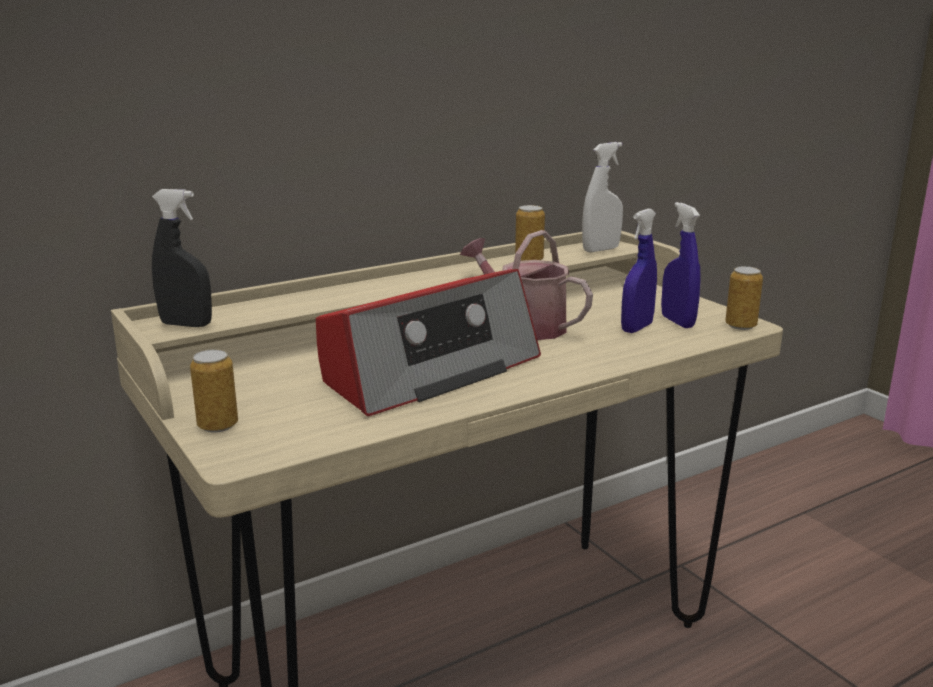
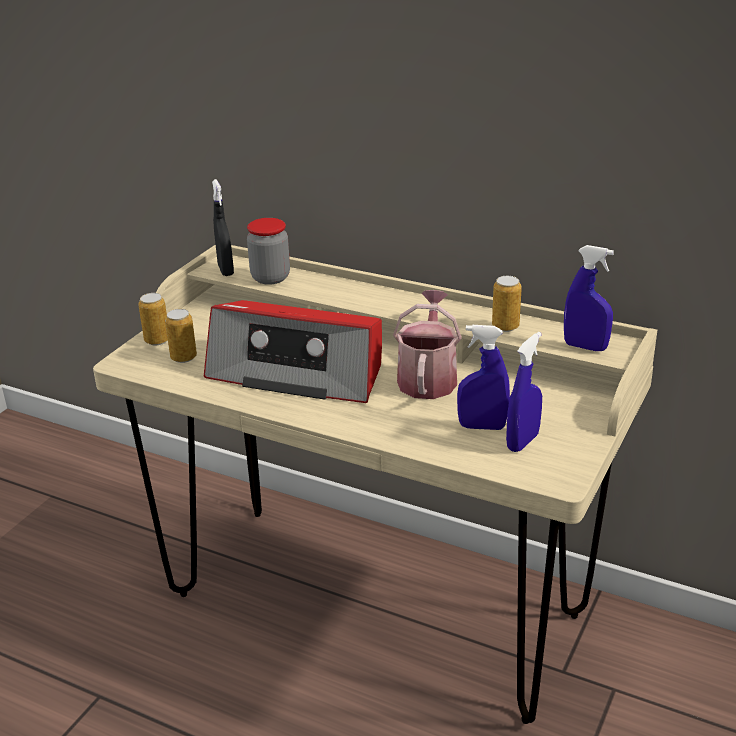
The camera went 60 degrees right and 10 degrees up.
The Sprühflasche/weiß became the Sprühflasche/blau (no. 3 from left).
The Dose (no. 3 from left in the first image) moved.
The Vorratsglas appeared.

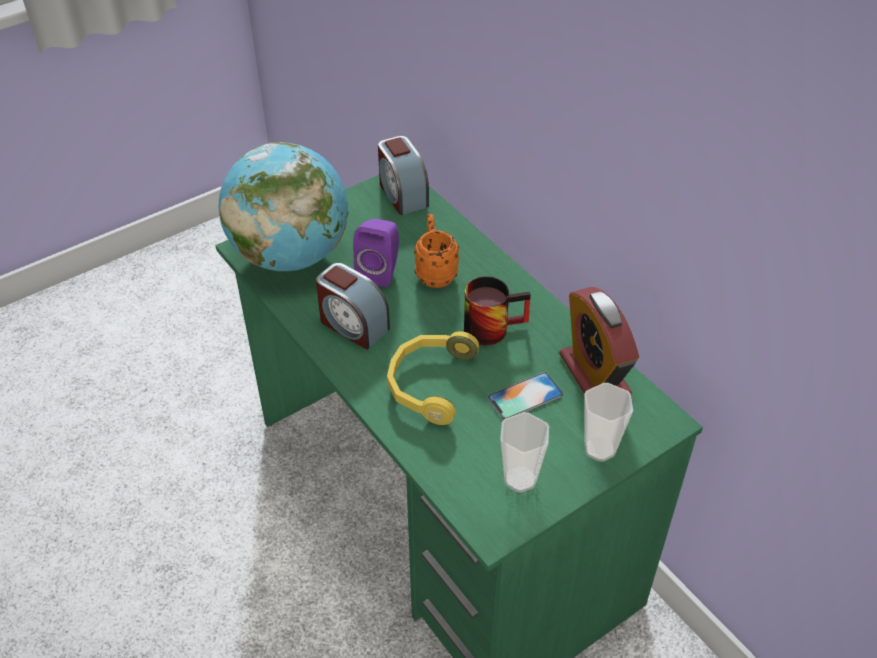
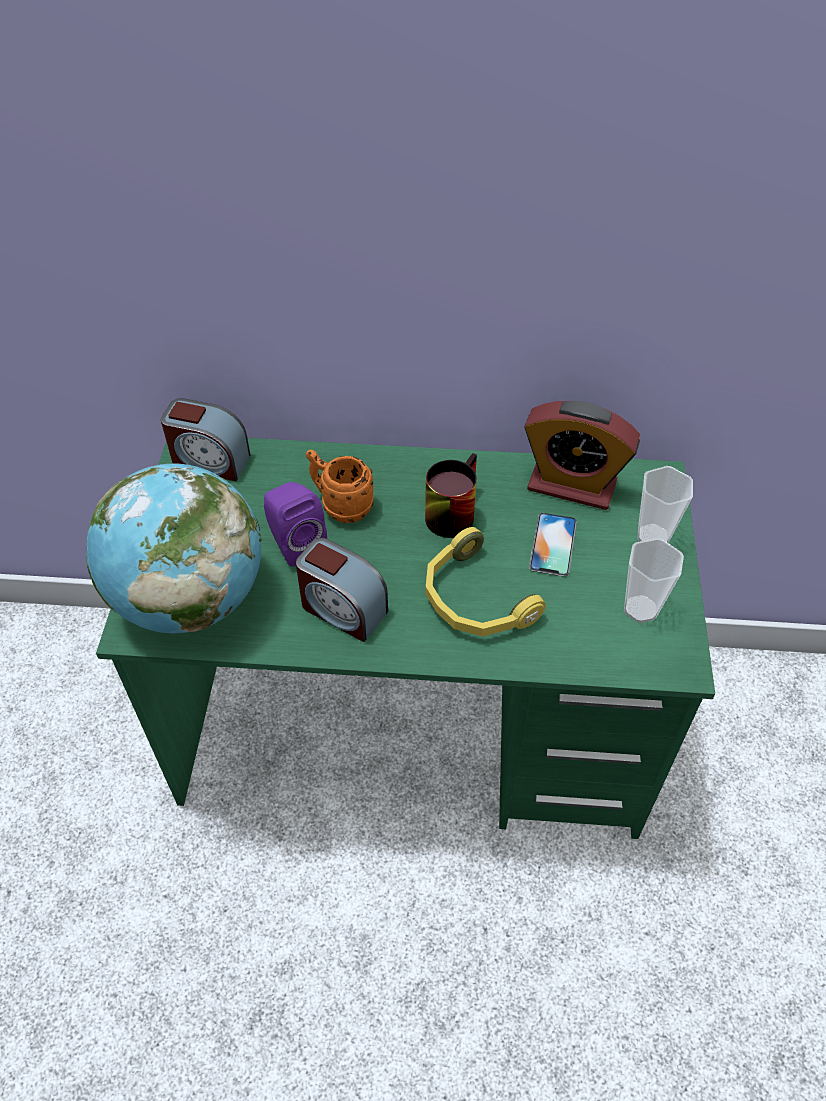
The camera went 50 degrees left and 5 degrees up.
The Wecker (no. 1 from left in the first image) turned 45 degrees clockwise.

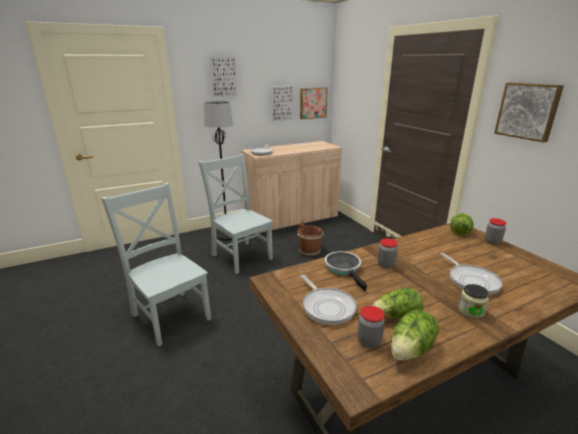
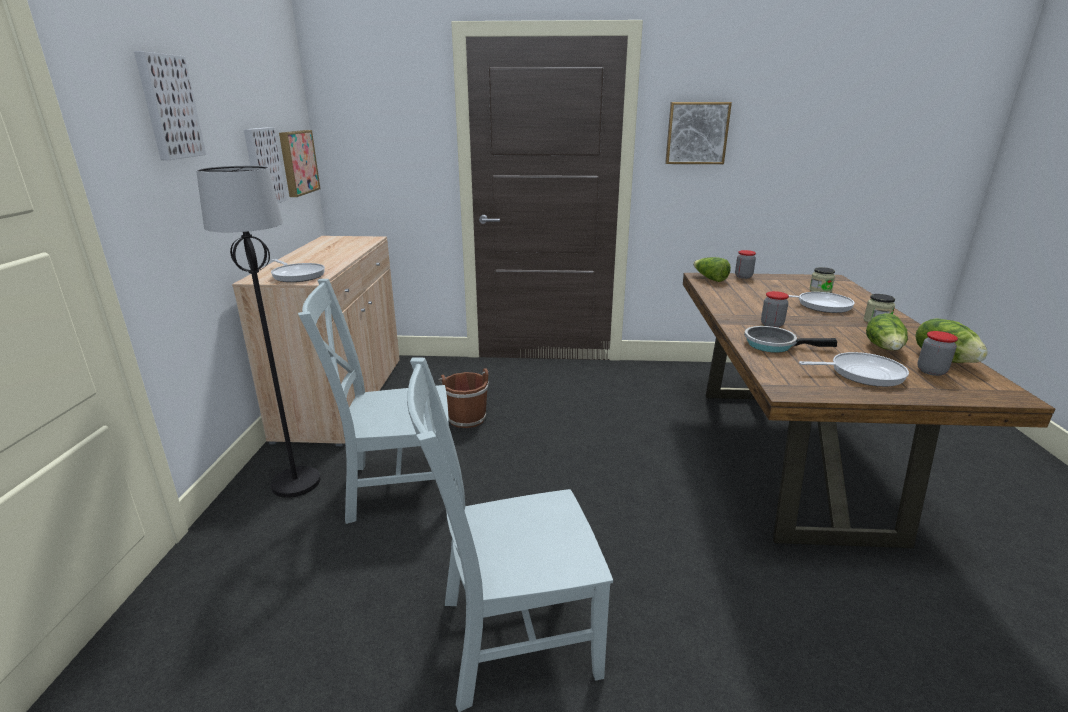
The camera went 60 degrees left and 0 degrees up.
The Vorratsglas (no. 3 from left) appeared.

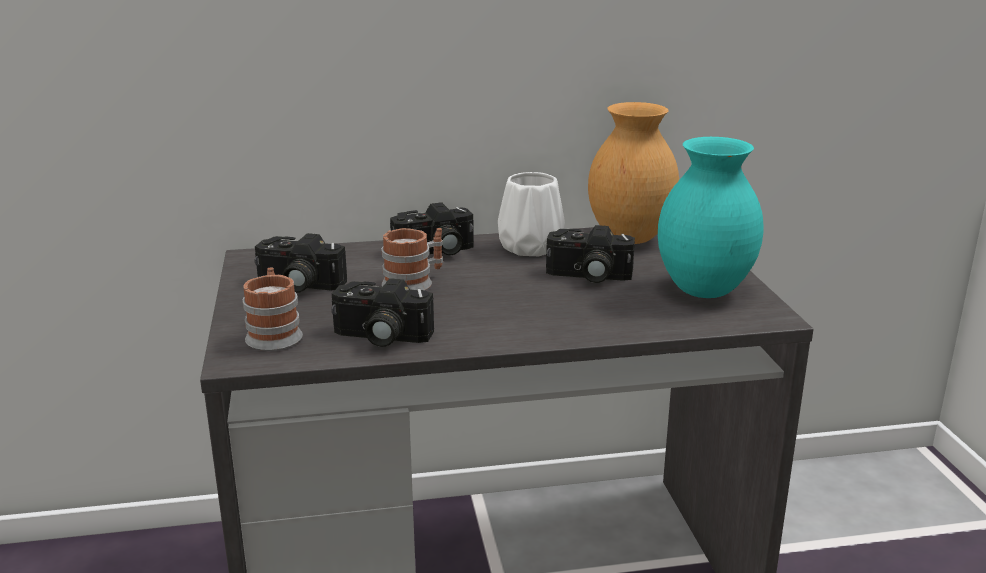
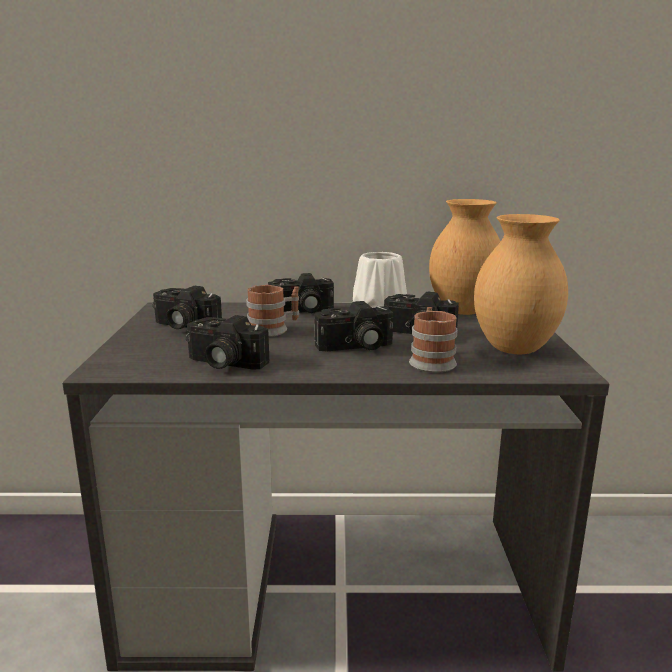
The camera went 10 degrees right and 5 degrees down.
The Henkelbecher (no. 1 from left in the first image) moved.
The Vase/türkis became the Vase/braun (no. 2 from left).
The Kamera (no. 4 from left) appeared.

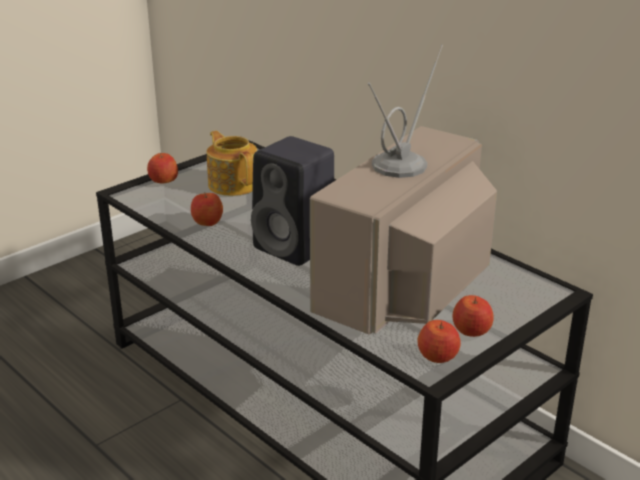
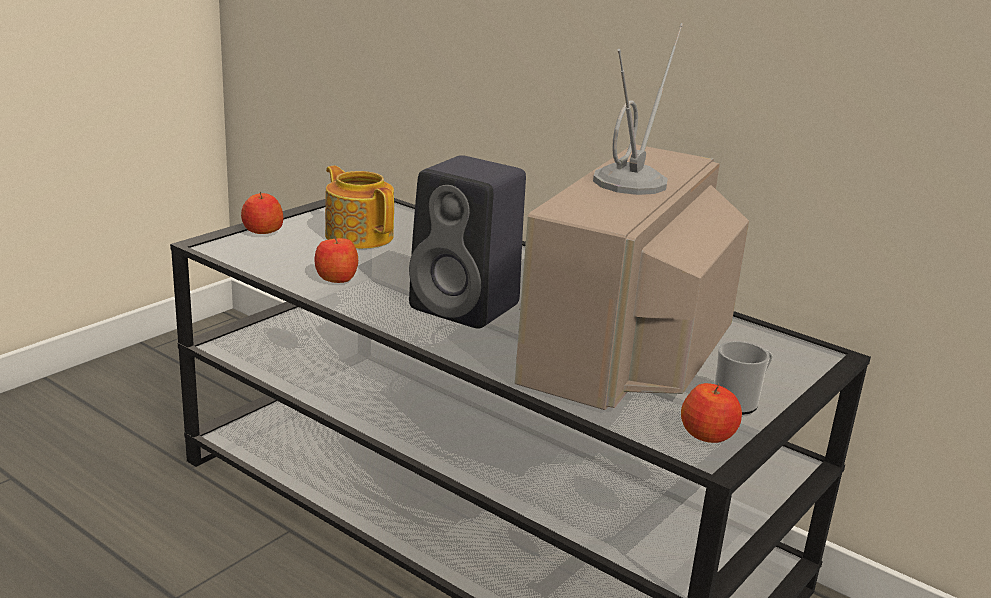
The camera went 10 degrees left and 5 degrees down.
The Apfel (no. 4 from left) was replaced by the Henkelbecher.

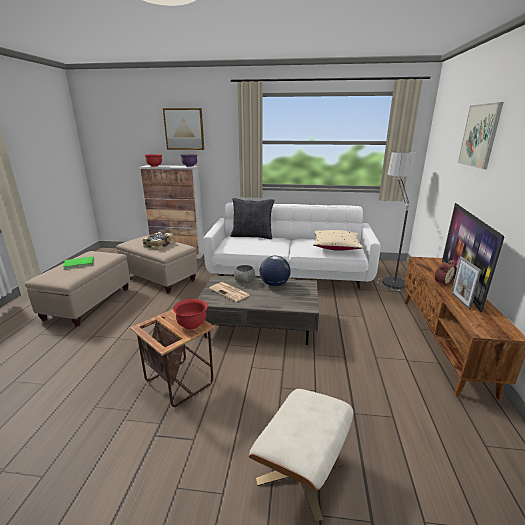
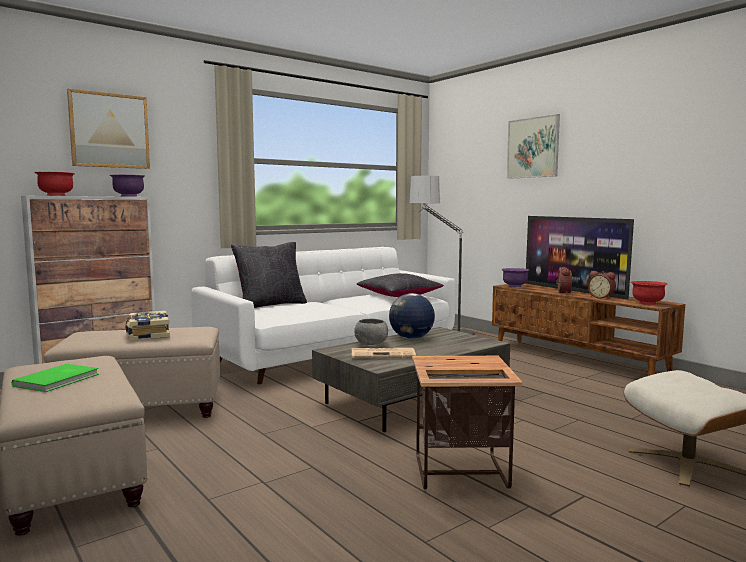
The camera went 45 degrees left and 15 degrees down.
The Schüssel/rot (no. 2 from left) moved.
The Kissen/beige became the Kissen/schwarz (no. 2 from left).
The Bilderrahmen was replaced by the Wecker (no. 2 from left).
The Schüssel/lila (no. 2 from left) appeared.

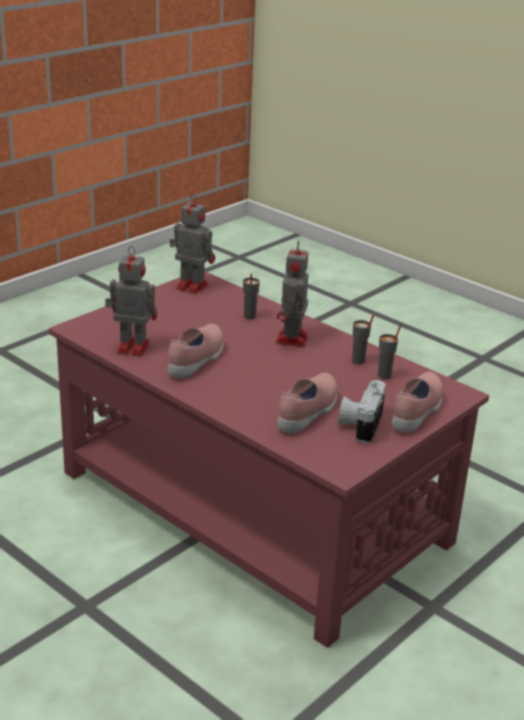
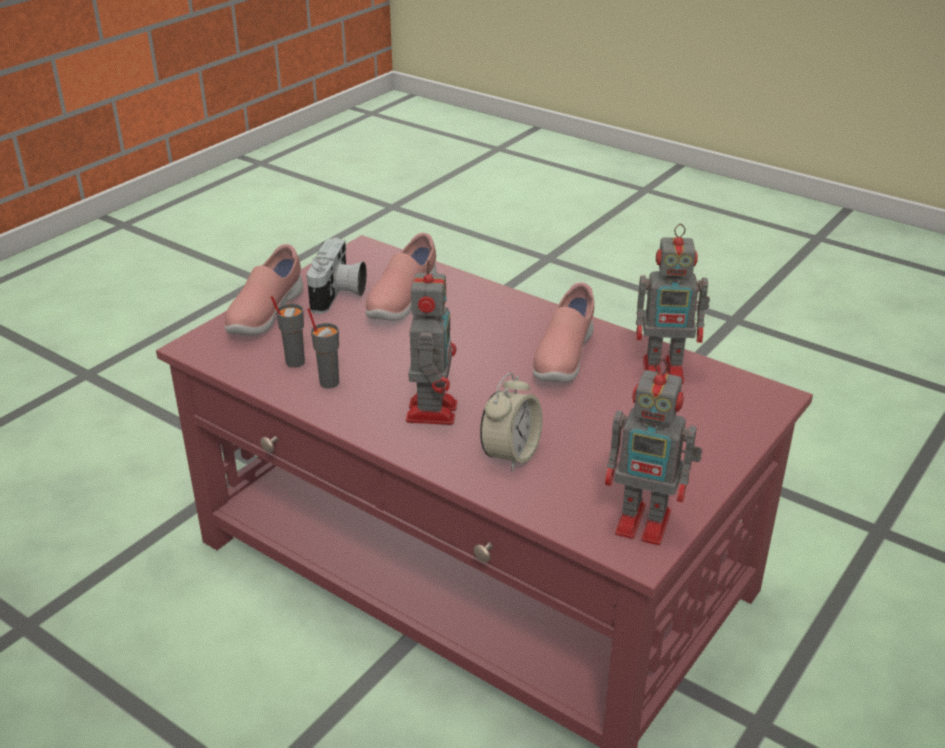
The camera went 175 degrees right and 5 degrees up.
The Tasse/grau (no. 1 from left) was replaced by the Wecker.

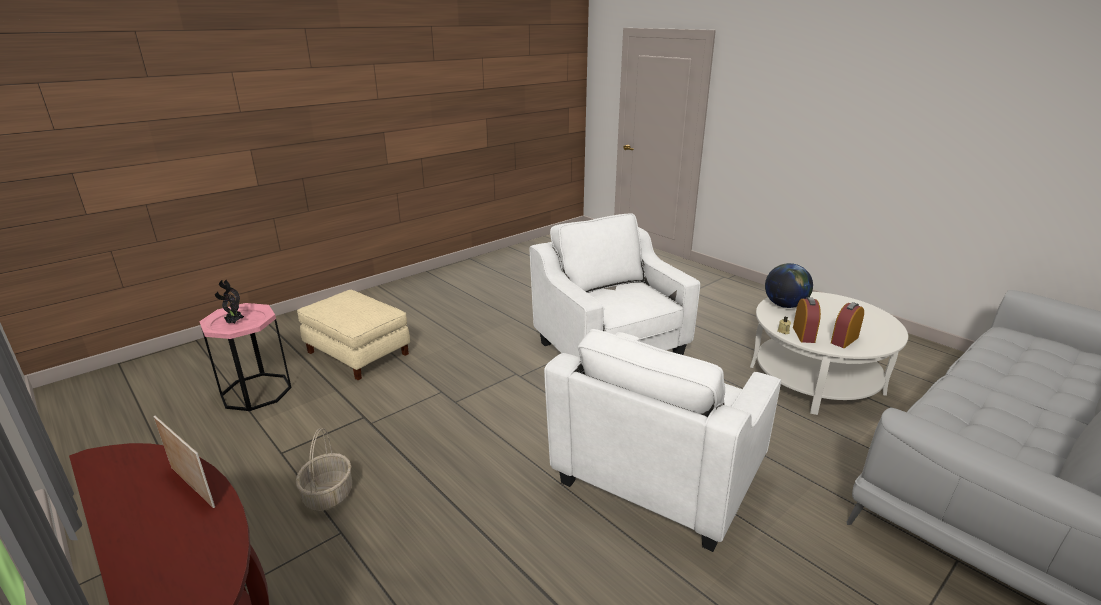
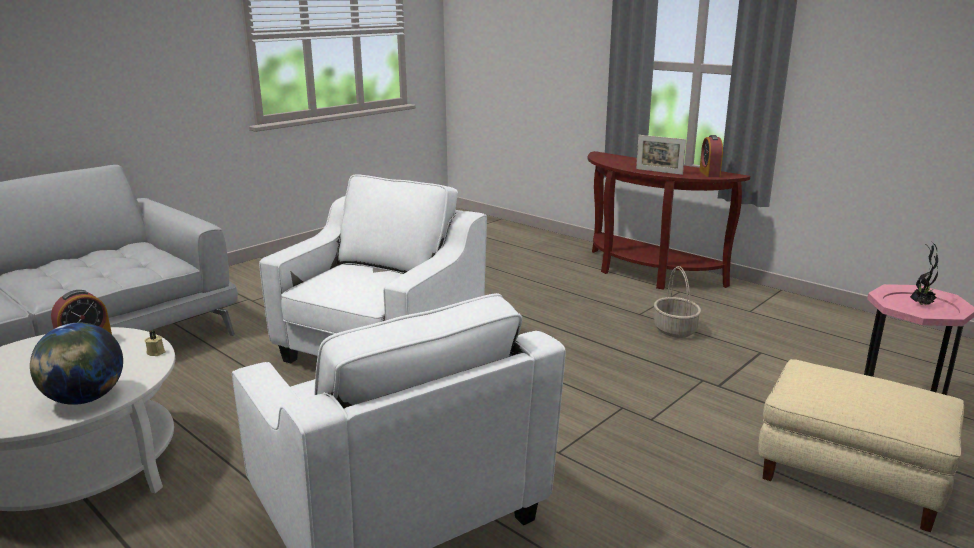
The camera went 175 degrees right and 5 degrees down.
The Wecker (no. 1 from left in the first image) moved.

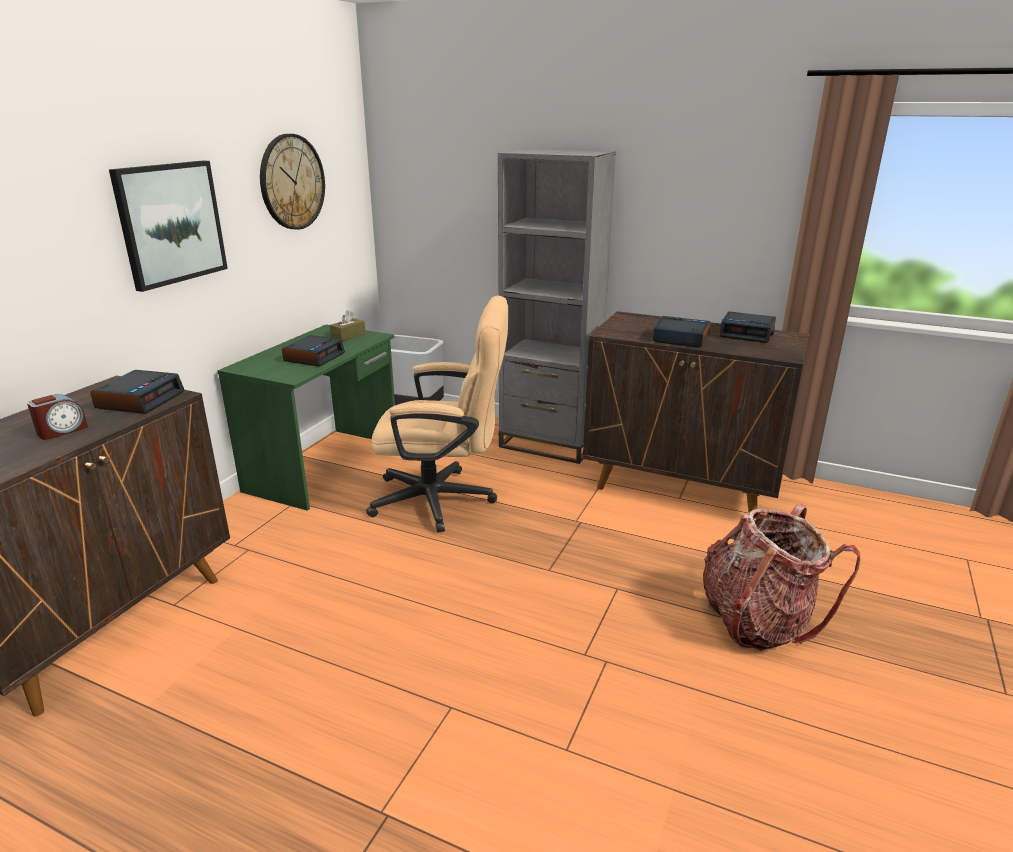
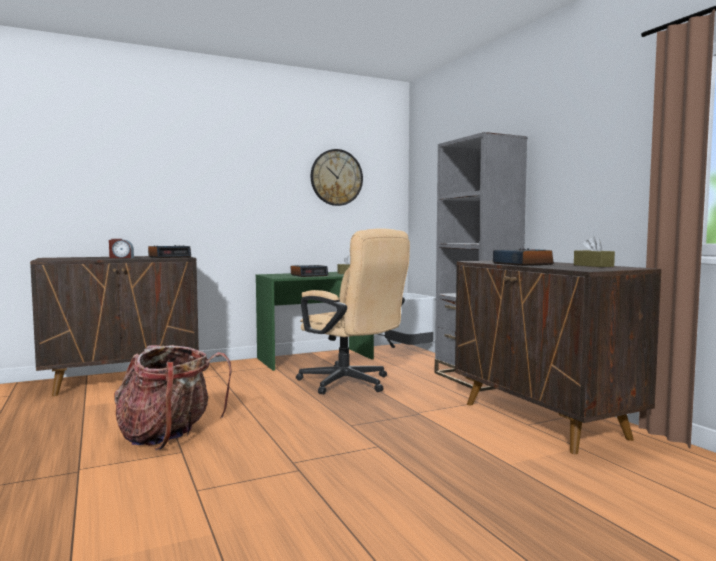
The camera went 40 degrees right and 20 degrees down.
The Bild disappeared.
The Rucksack moved.
The Wecker (no. 5 from left) was replaced by the Taschentuchbox/braun (no. 2 from left).

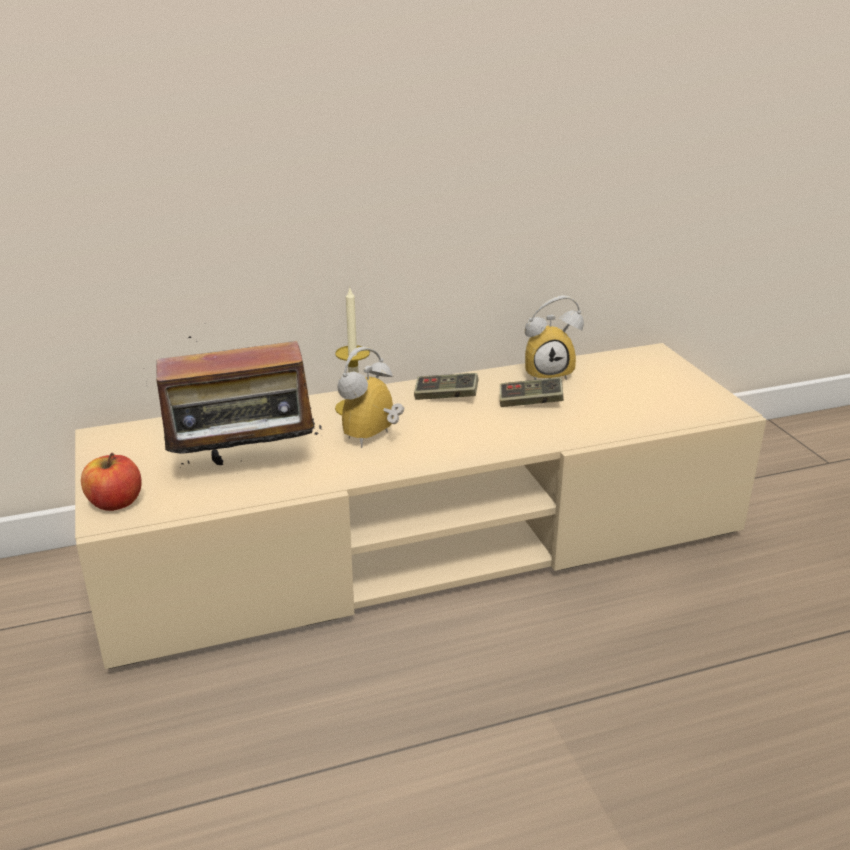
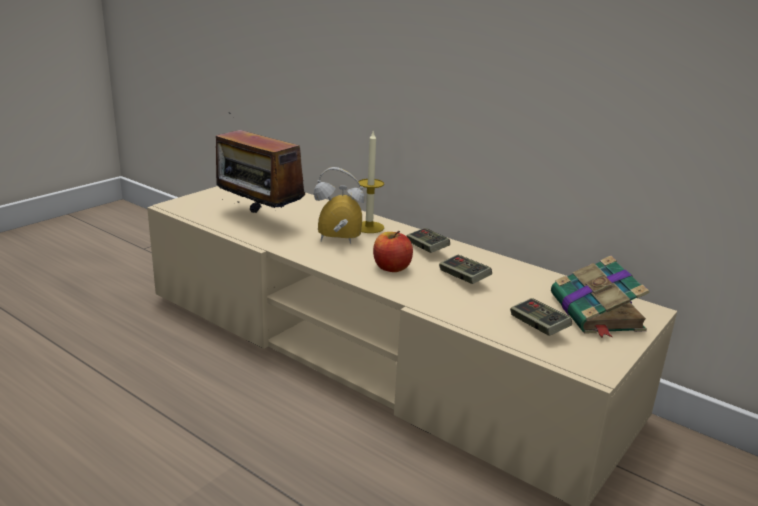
The camera went 55 degrees right and 5 degrees down.
The Apfel moved.
The Wecker (no. 2 from left) disappeared.
The Gamepad (no. 3 from left) appeared.
The Buch appeared.

